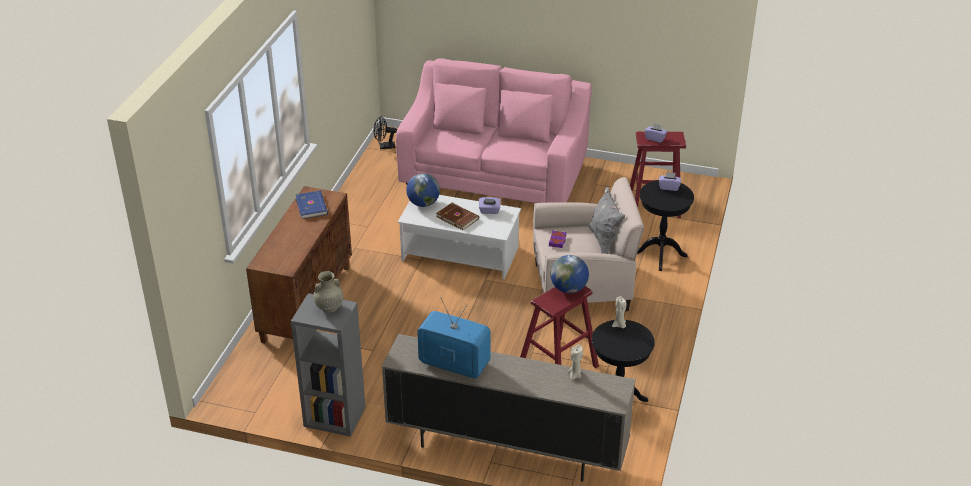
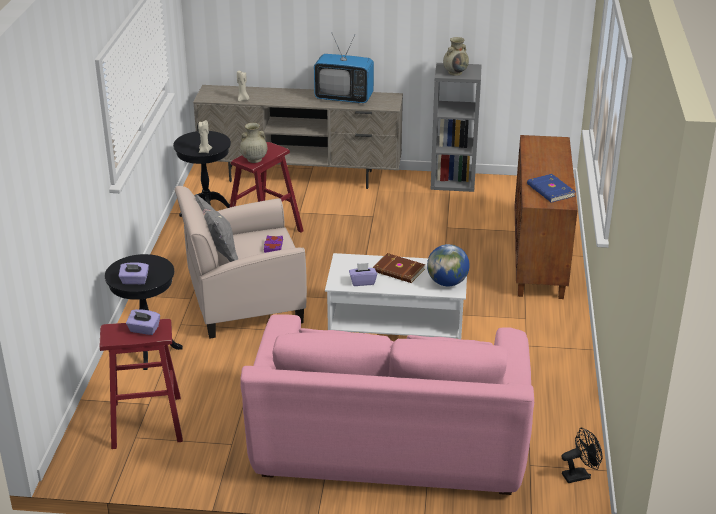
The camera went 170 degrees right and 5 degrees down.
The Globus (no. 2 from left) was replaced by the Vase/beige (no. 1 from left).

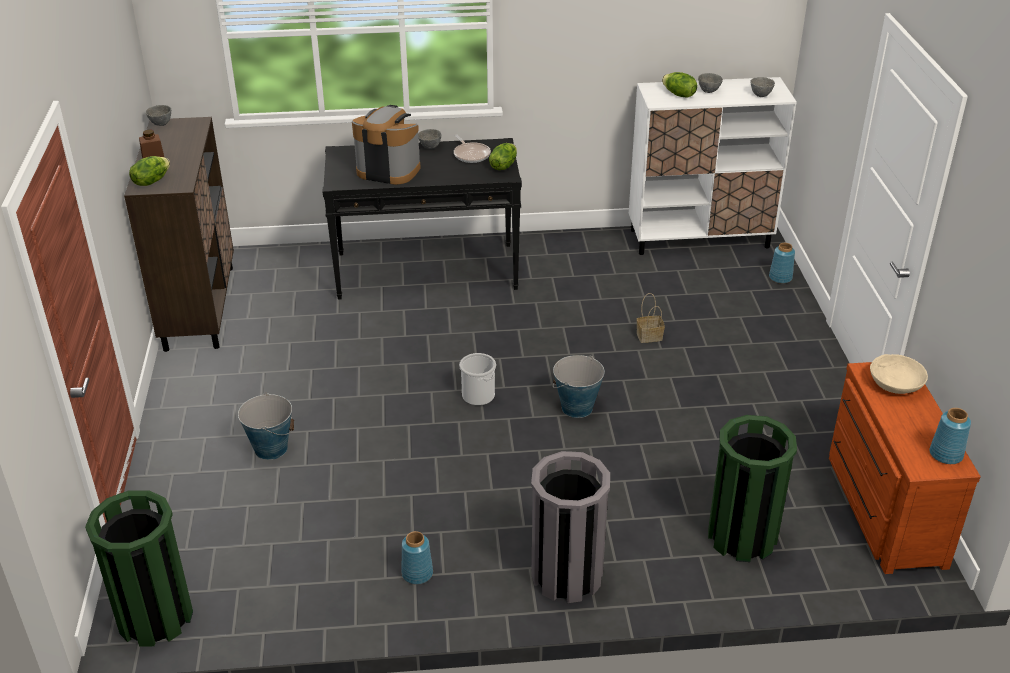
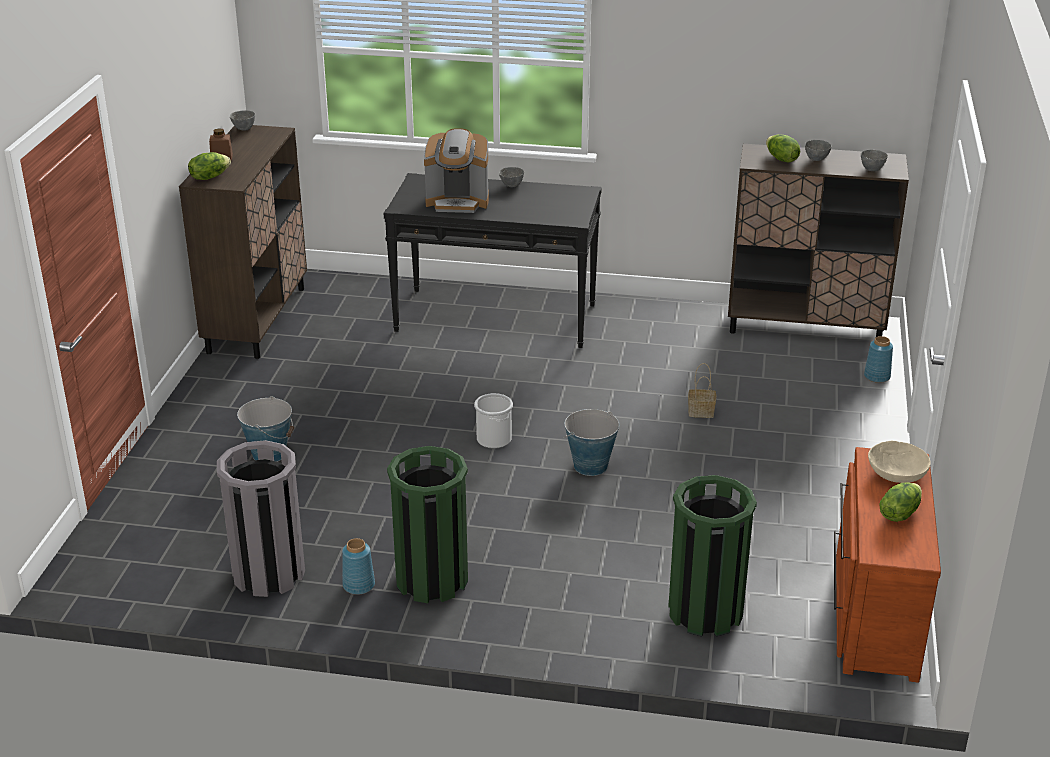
The camera went 15 degrees right and 5 degrees down.
The Mülleimer/grün (no. 1 from left) moved.
The Kaffeemaschine turned 150 degrees clockwise.
The Pfanne disappeared.
The Salatkopf (no. 2 from left in the first image) moved.
The Mülleimer/grau moved.
The Schrank/weiß became the Schrank/braun (no. 2 from left).
The Vase/blau (no. 3 from left) disappeared.

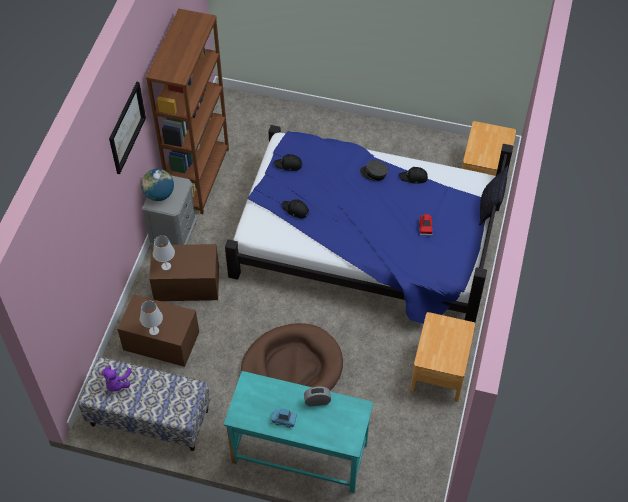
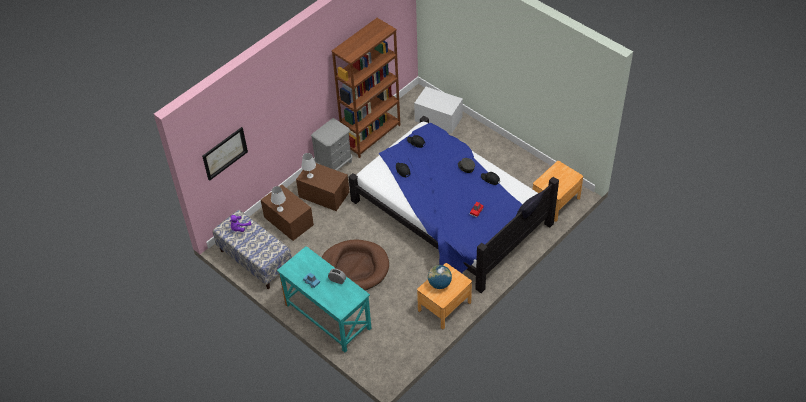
The camera went 30 degrees right and 5 degrees down.
The Bild moved.
The Globus moved.
The Aufbewahrungsbox/weiß appeared.

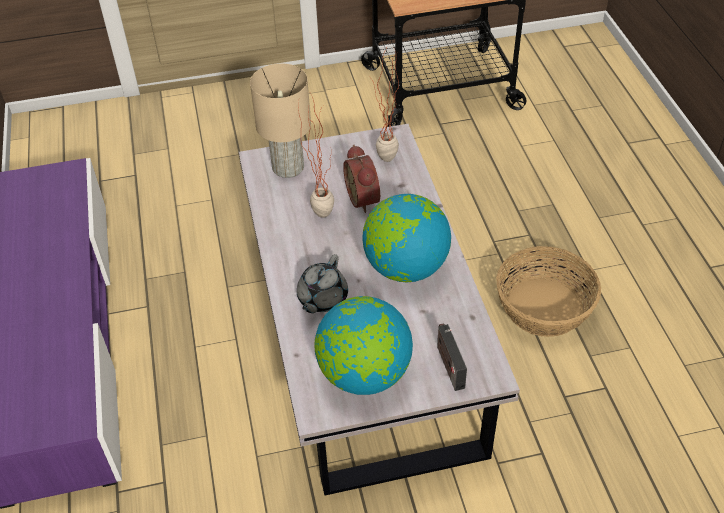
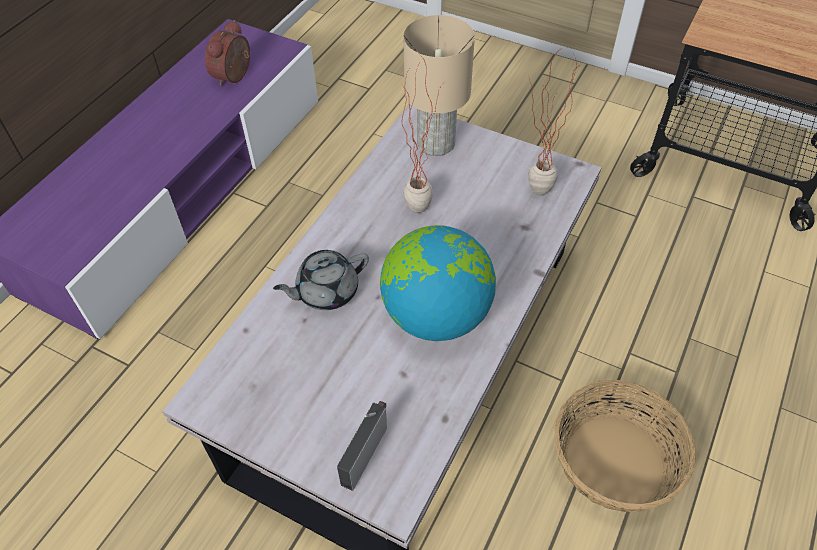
The camera went 40 degrees right and 5 degrees up.
The Globus (no. 1 from left) disappeared.
The Wecker moved.

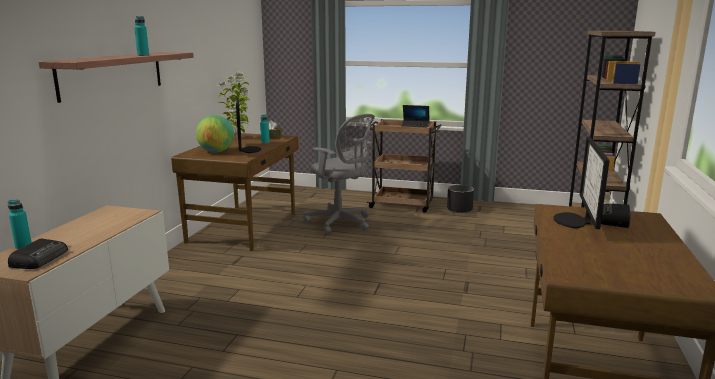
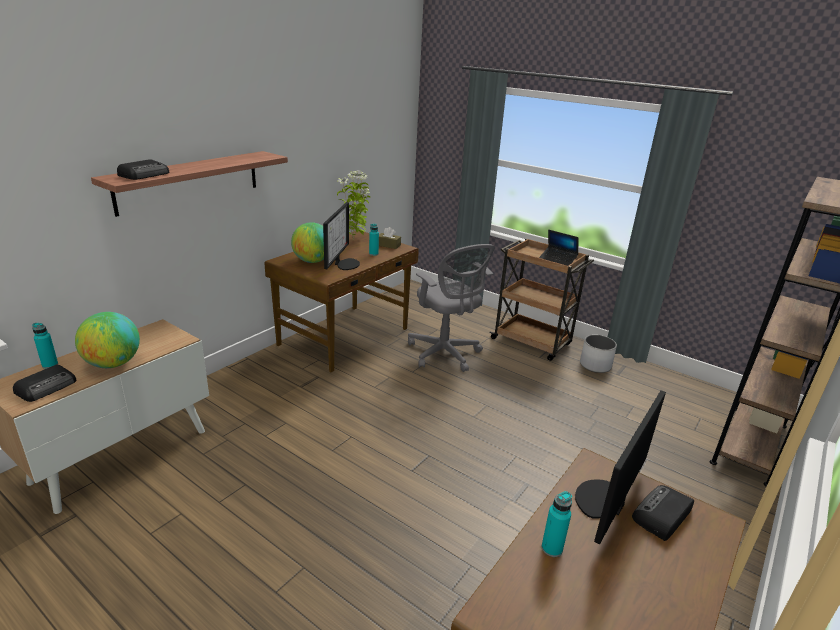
The camera went 20 degrees right and 10 degrees up.
The Flasche/türkis (no. 2 from left in the first image) moved.
The Pflanzkübel/schwarz became the Pflanzkübel/weiß.
The Globus (no. 1 from left) appeared.
The Radio (no. 2 from left) appeared.

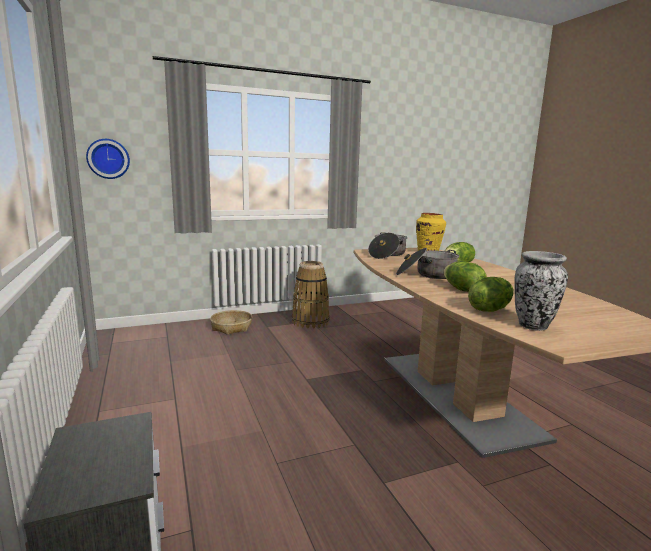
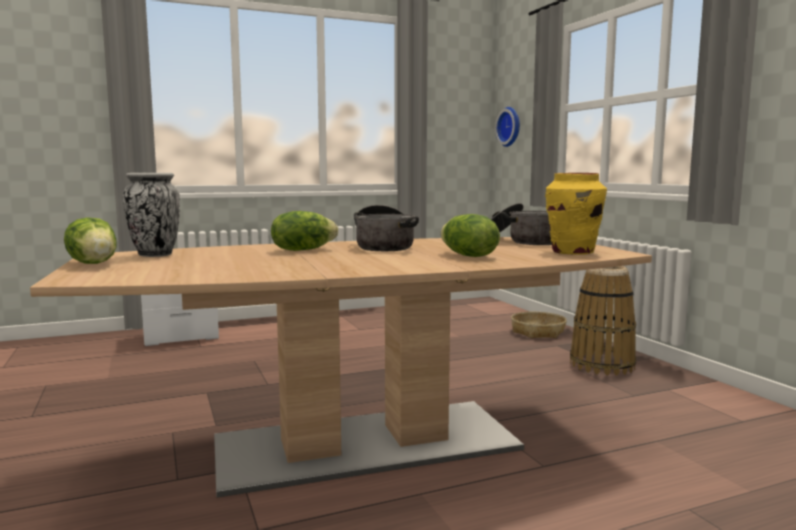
The camera went 90 degrees right and 5 degrees down.
The Salatkopf (no. 3 from left in the first image) moved.

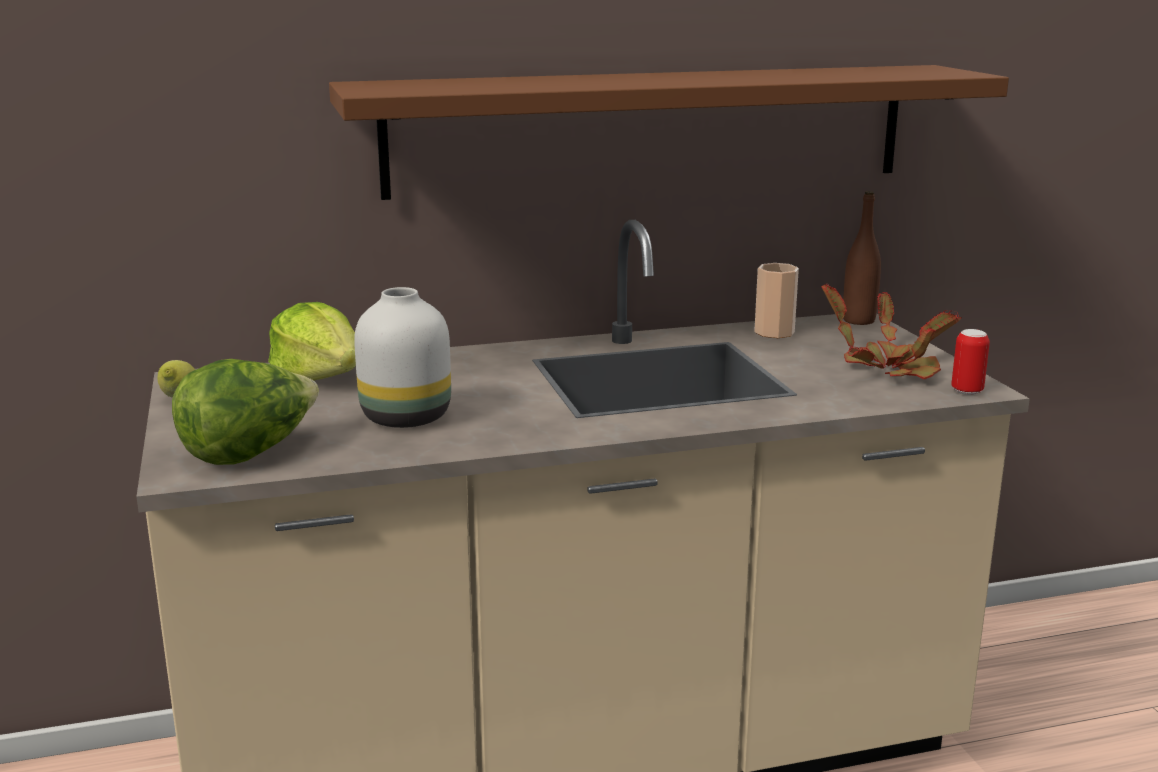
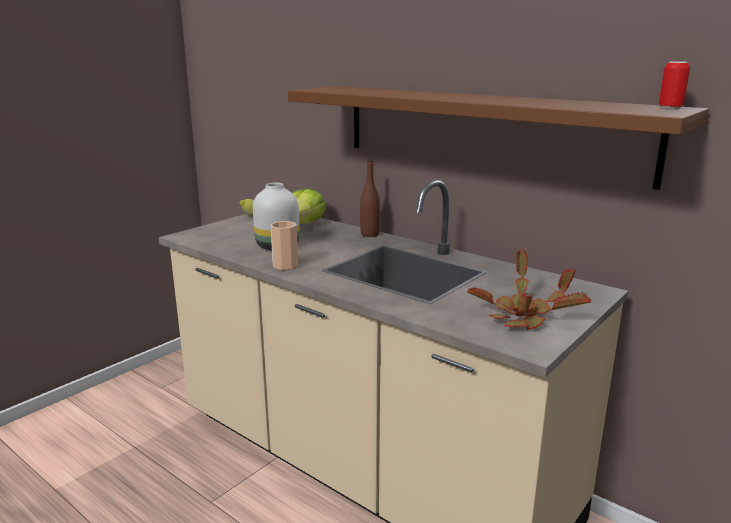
The camera went 55 degrees right and 0 degrees up.
The Salatkopf (no. 1 from left) disappeared.
The Tasse moved.
The Flasche/braun moved.
The Dose moved.

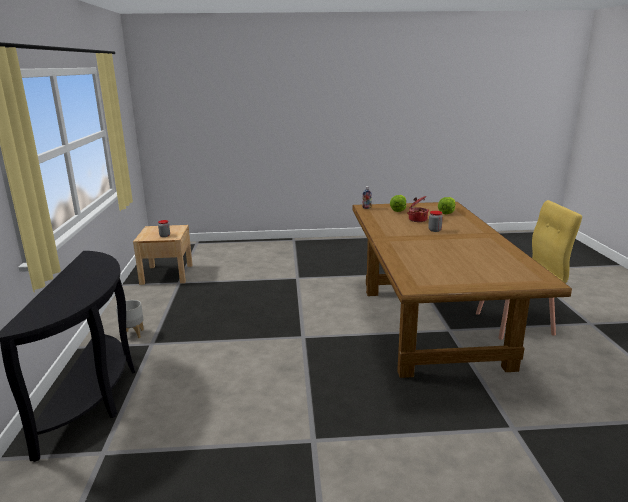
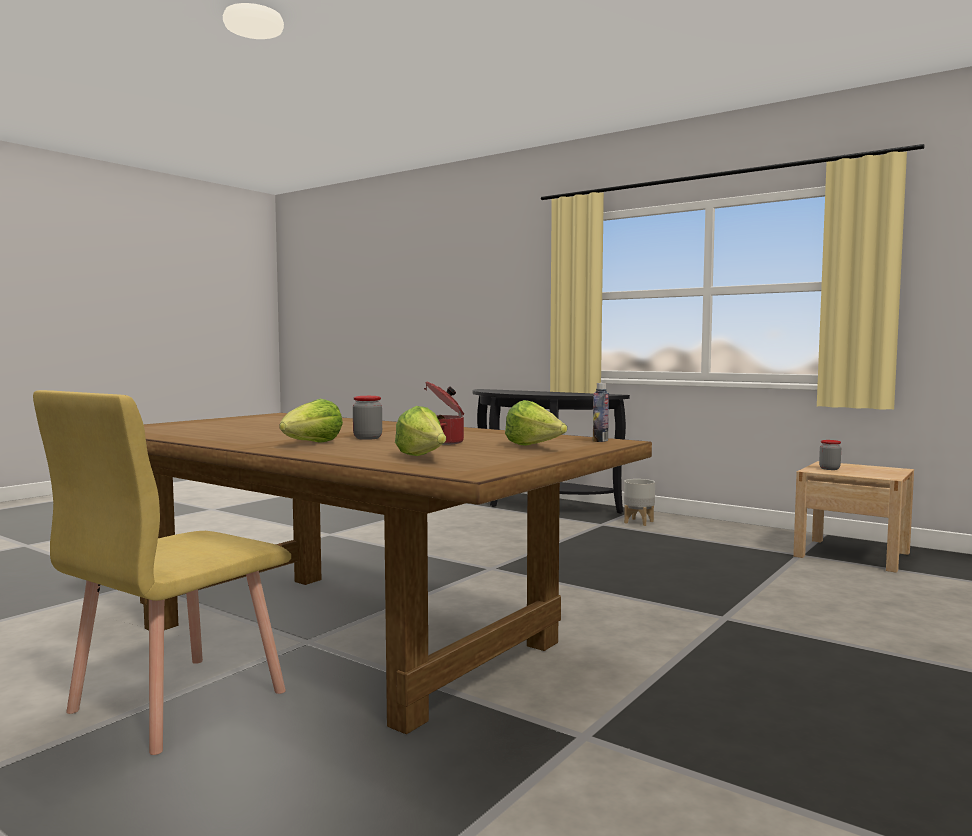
The camera went 130 degrees right and 15 degrees down.
The Salatkopf (no. 1 from left) appeared.

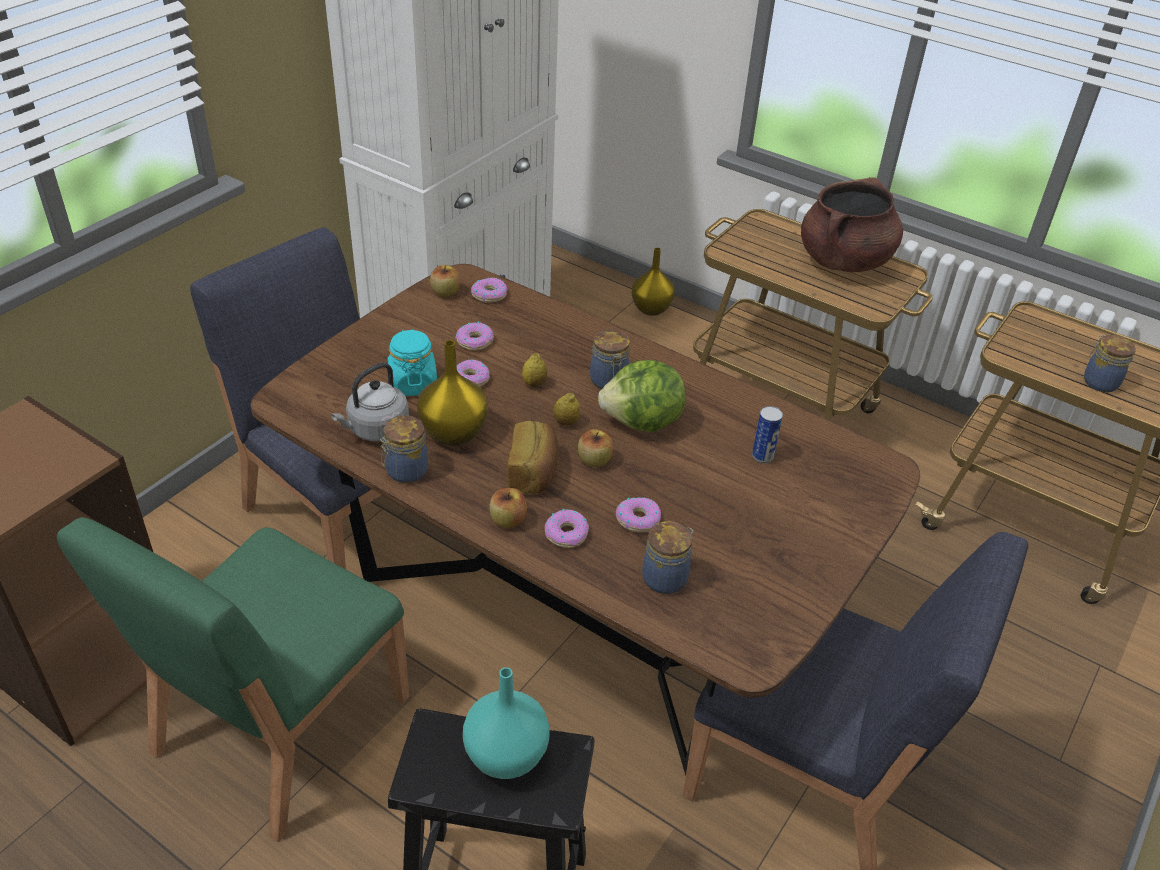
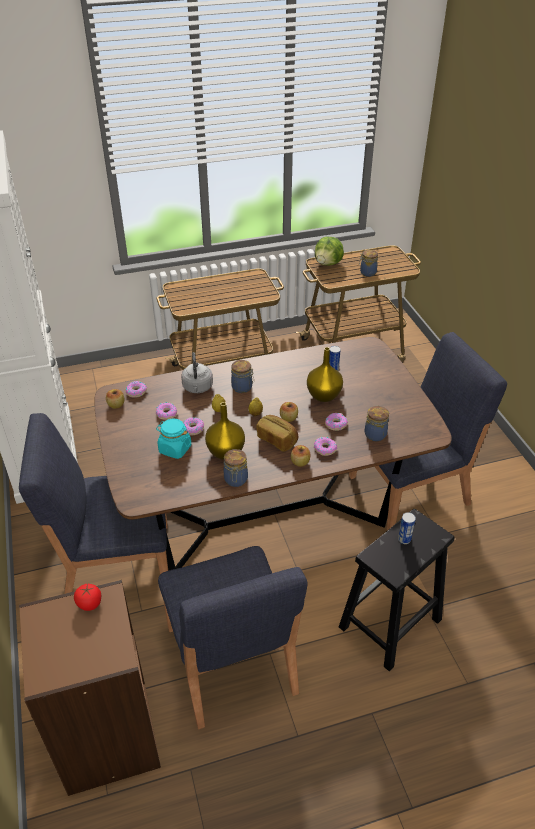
The camera went 50 degrees left and 0 degrees up.
The Stuhl/grün became the Stuhl/blau (no. 2 from left).
The Wasserkessel/grau moved.
The Vase/türkis was replaced by the Dose (no. 2 from left).
The Salatkopf moved.
The Vase/gelb (no. 2 from left) moved.
The Kochtopf/braun disappeared.
The Tomate appeared.

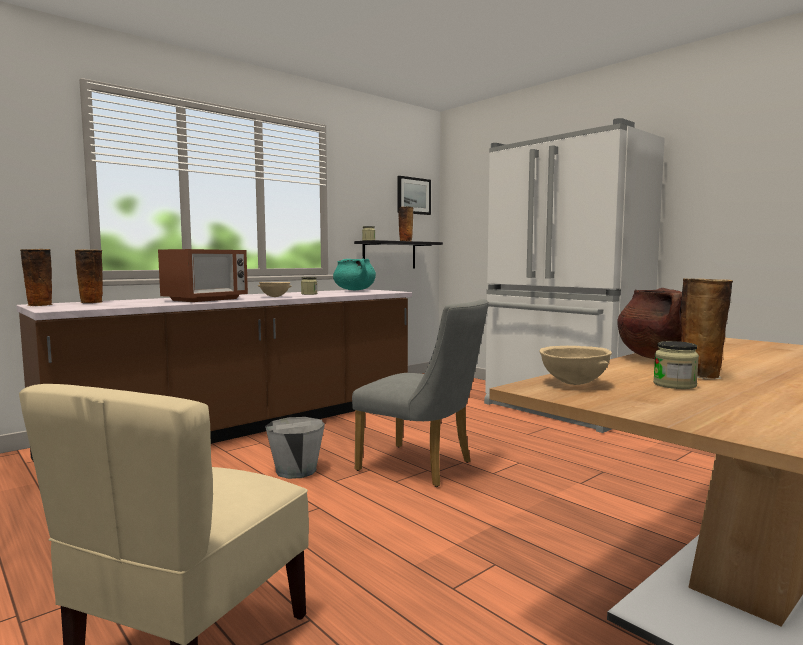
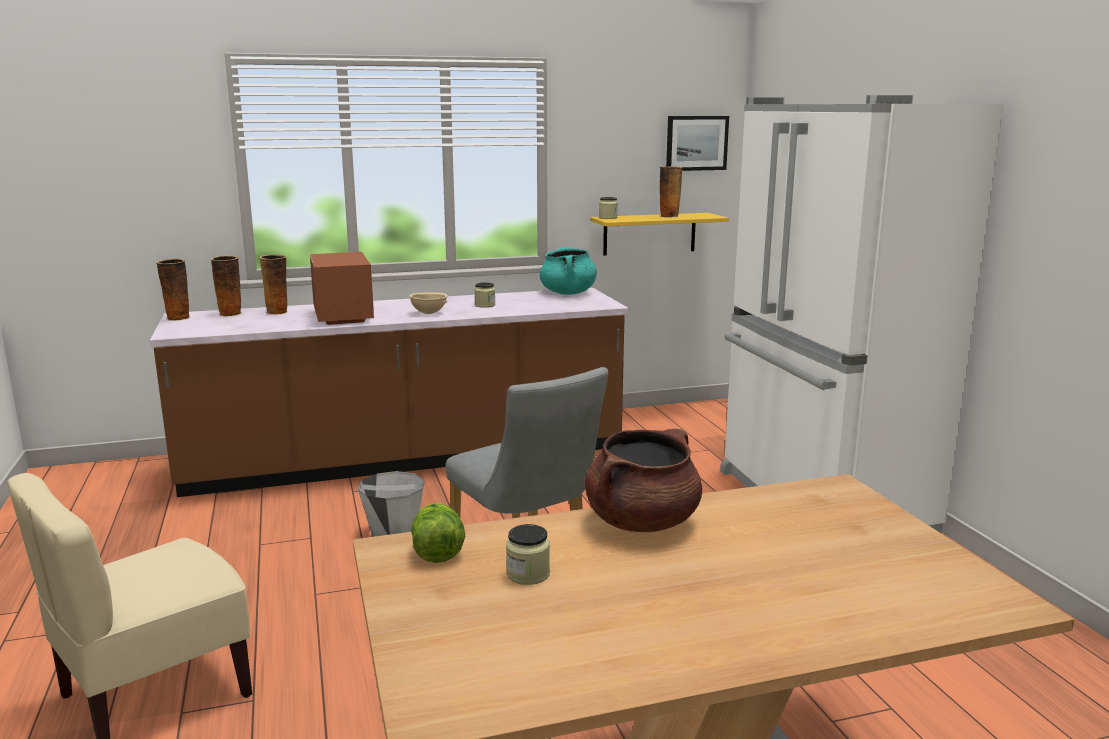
The camera went 25 degrees right and 10 degrees up.
The Mikrowelle turned 75 degrees counterclockwise.
The Wandregal/schwarz became the Wandregal/gelb.
The Schüssel/beige (no. 2 from left) was replaced by the Salatkopf.
The Vase (no. 4 from left in the first image) moved.

